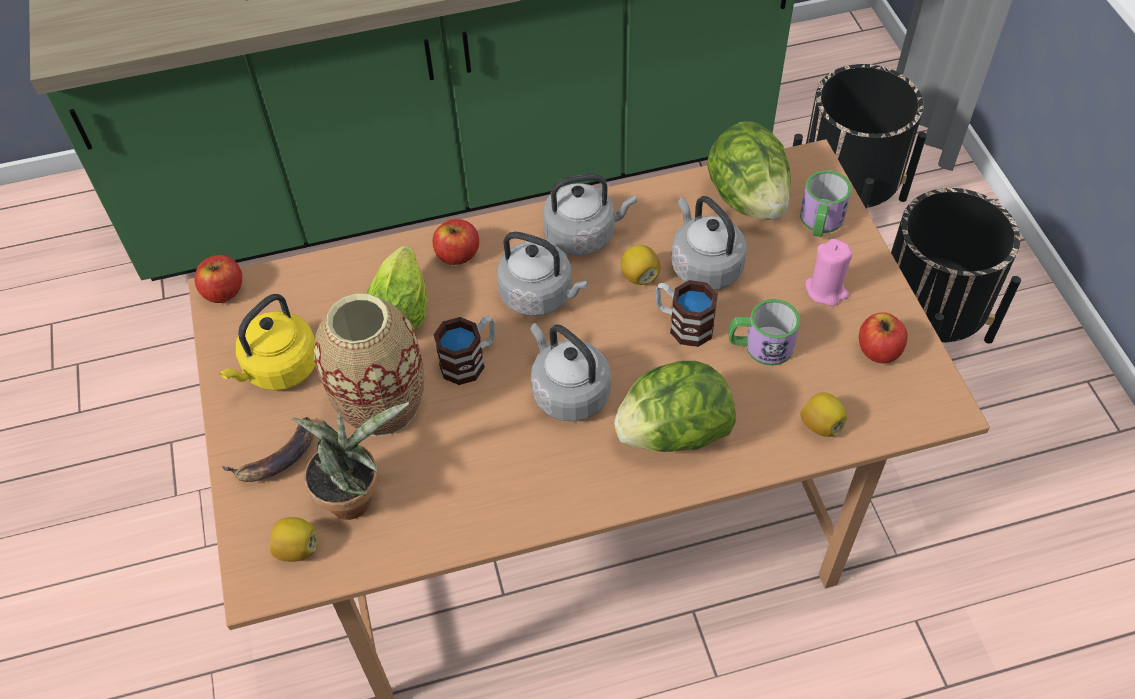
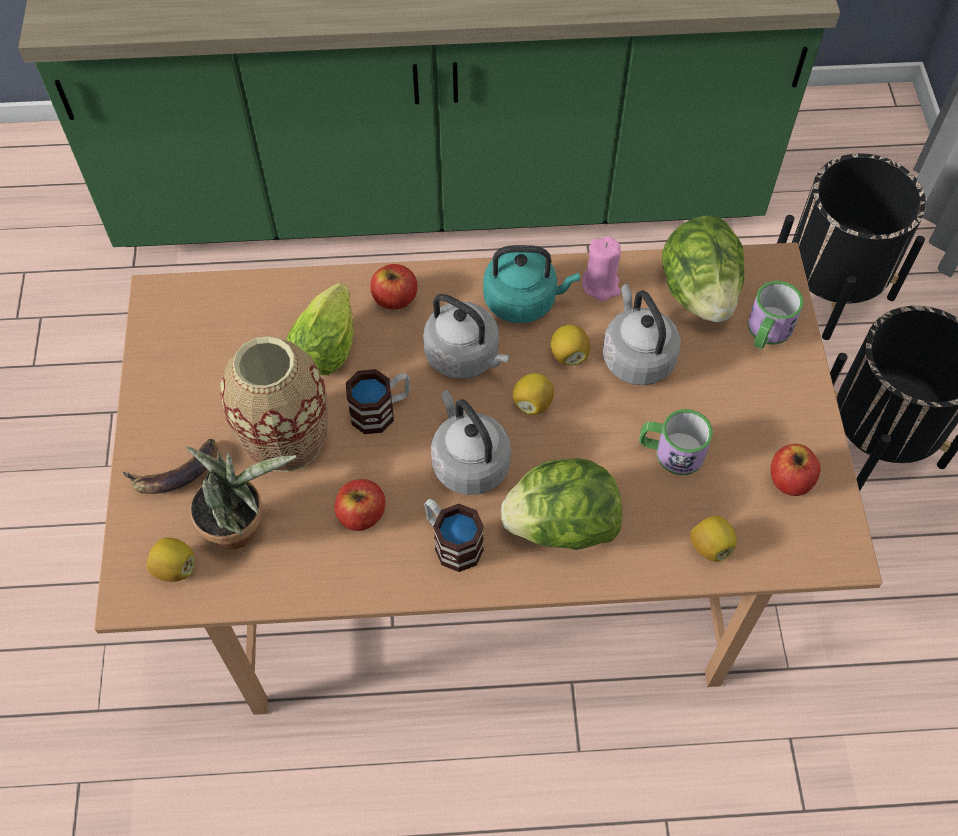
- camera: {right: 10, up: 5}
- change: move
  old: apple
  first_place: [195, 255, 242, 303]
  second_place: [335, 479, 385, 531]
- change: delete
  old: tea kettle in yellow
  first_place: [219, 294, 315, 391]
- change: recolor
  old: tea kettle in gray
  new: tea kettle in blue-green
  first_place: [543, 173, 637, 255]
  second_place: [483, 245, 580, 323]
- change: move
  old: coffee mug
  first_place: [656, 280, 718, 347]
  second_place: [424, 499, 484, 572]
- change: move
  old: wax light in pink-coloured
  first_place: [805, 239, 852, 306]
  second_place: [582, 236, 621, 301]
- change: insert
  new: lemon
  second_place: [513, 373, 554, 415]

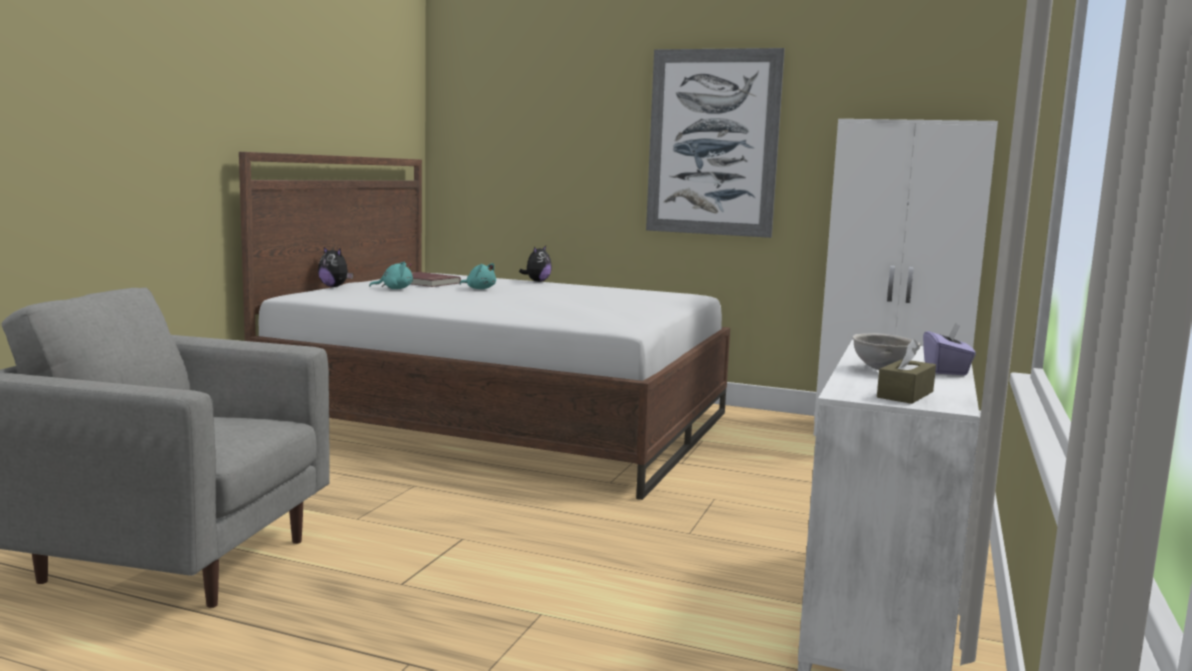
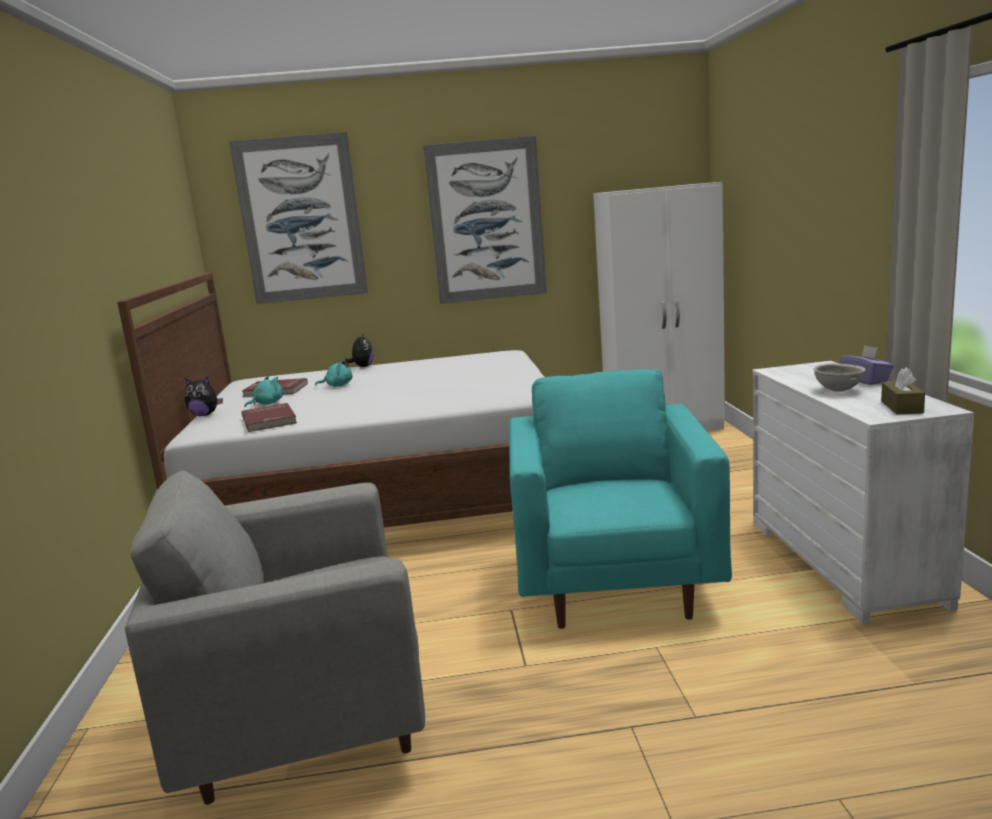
- camera: {right: -25, up: 5}
- change: insert
  new: wall art
  second_place: [229, 132, 368, 304]
- change: insert
  new: volume in red-coloured
  second_place: [241, 403, 297, 432]
- change: insert
  new: easy chair in blue-green
  second_place: [509, 369, 732, 629]

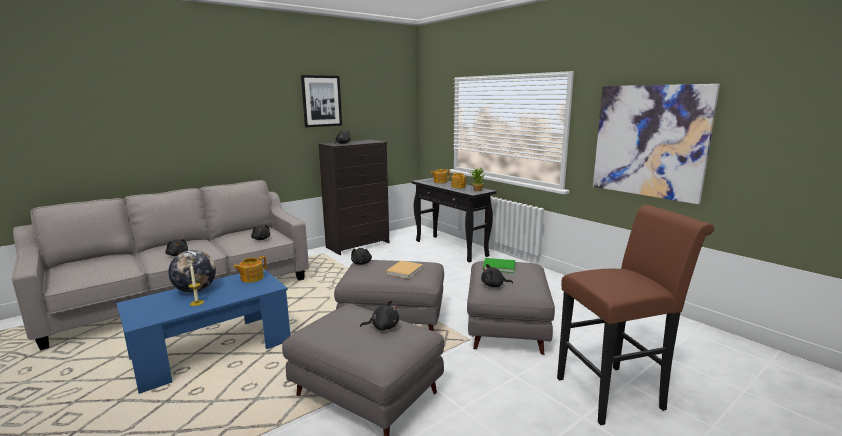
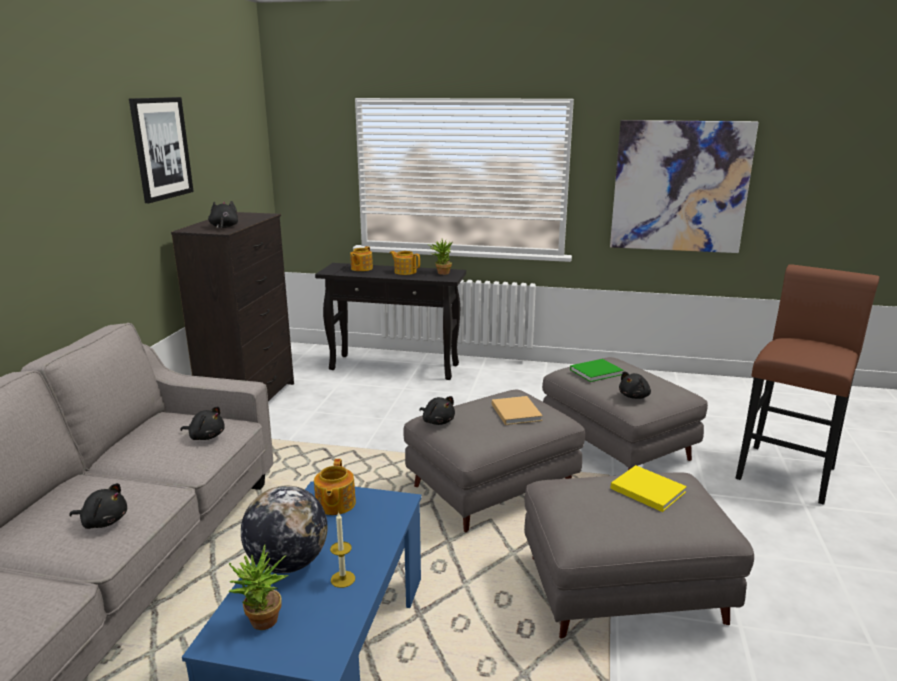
- camera: {right: -40, up: 5}
- change: replace
  old: plush toy in black-coloured
  new: volume in yellow
  first_place: [360, 300, 399, 331]
  second_place: [610, 465, 687, 512]
- change: insert
  new: plant in a pot
  second_place: [229, 545, 289, 630]

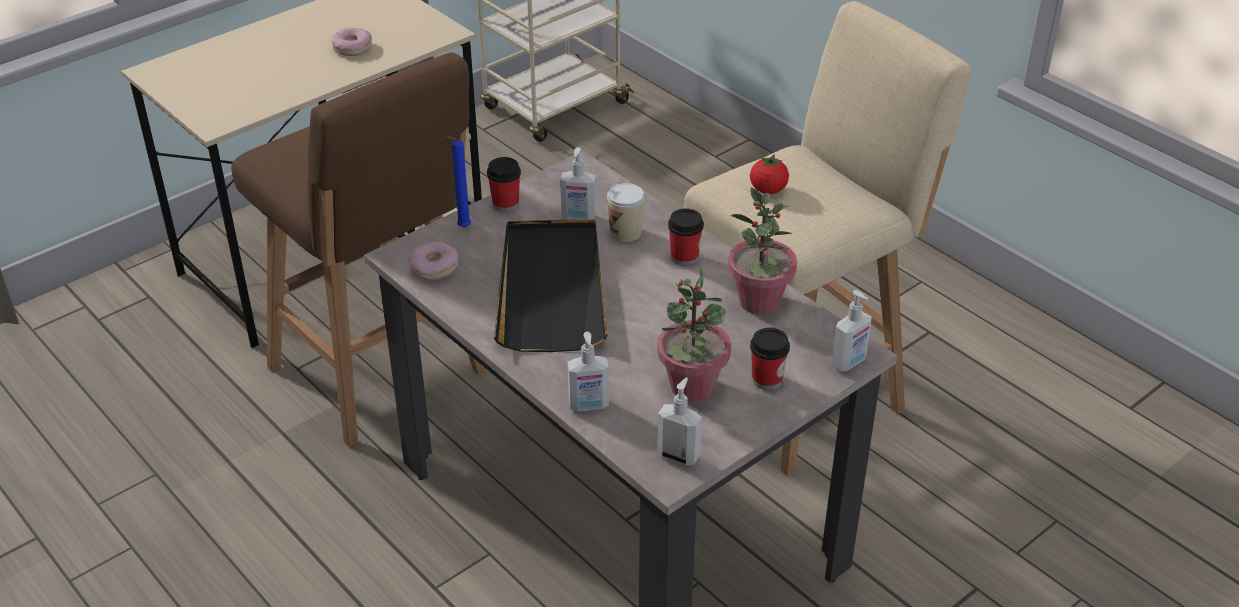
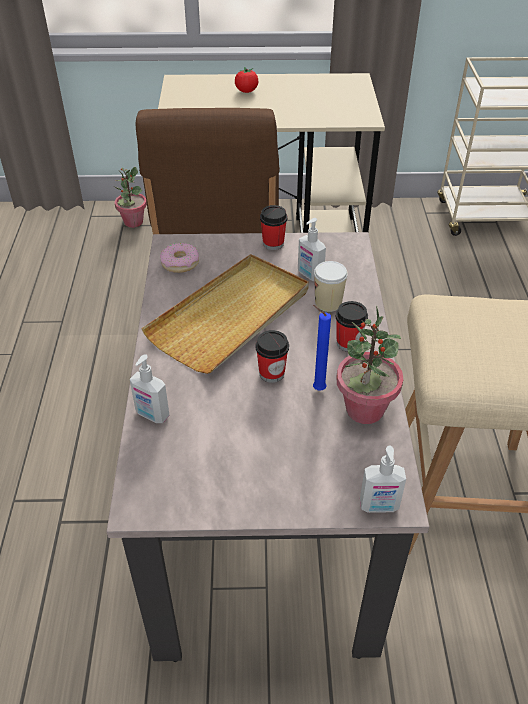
- camera: {right: 40, up: 5}
- change: delete
  old: doughnut
  first_place: [331, 28, 372, 56]
- change: move
  old: wax light in blue
  first_place: [445, 135, 471, 228]
  second_place: [313, 305, 331, 390]
- change: recolor
  old: serving tray in black-coloured
  new: serving tray in beige
  first_place: [494, 220, 608, 352]
  second_place: [141, 254, 309, 374]
- change: move
  old: plant in a pot
  first_place: [657, 266, 731, 402]
  second_place: [114, 167, 147, 228]
- change: delete
  old: soap dispenser
  first_place: [657, 377, 702, 465]
- change: move
  old: fresh tomato
  first_place: [750, 154, 789, 194]
  second_place: [235, 67, 258, 93]
- change: move
  old: drinking cup
  first_place: [750, 327, 790, 390]
  second_place: [255, 330, 289, 383]

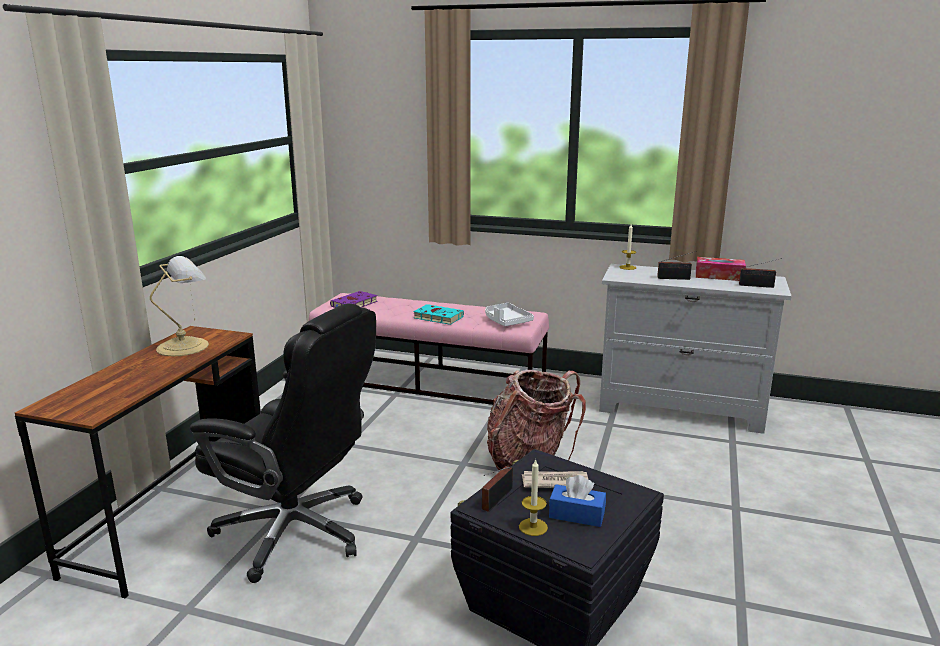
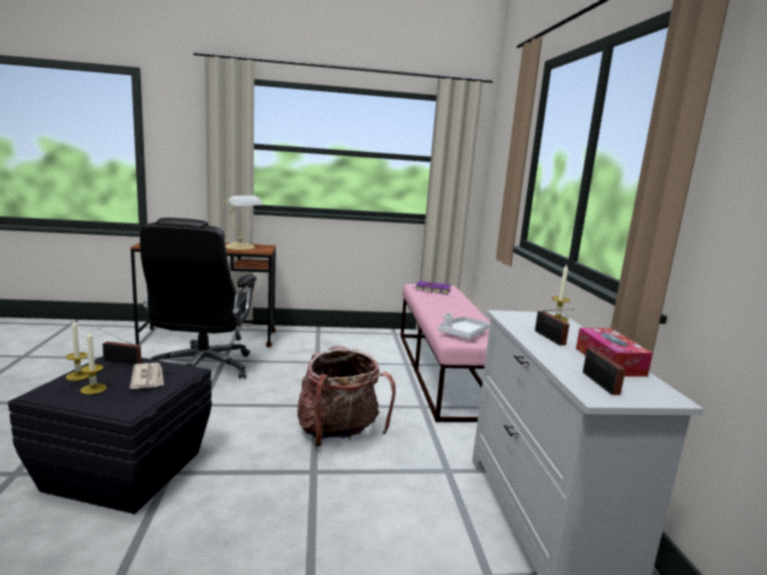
- camera: {right: 65, up: -5}
- change: delete
  old: volume in blue-green
  first_place: [413, 304, 464, 325]
- change: replace
  old: box of tissues in blue
  new: wax light
  first_place: [549, 475, 606, 527]
  second_place: [80, 331, 107, 395]

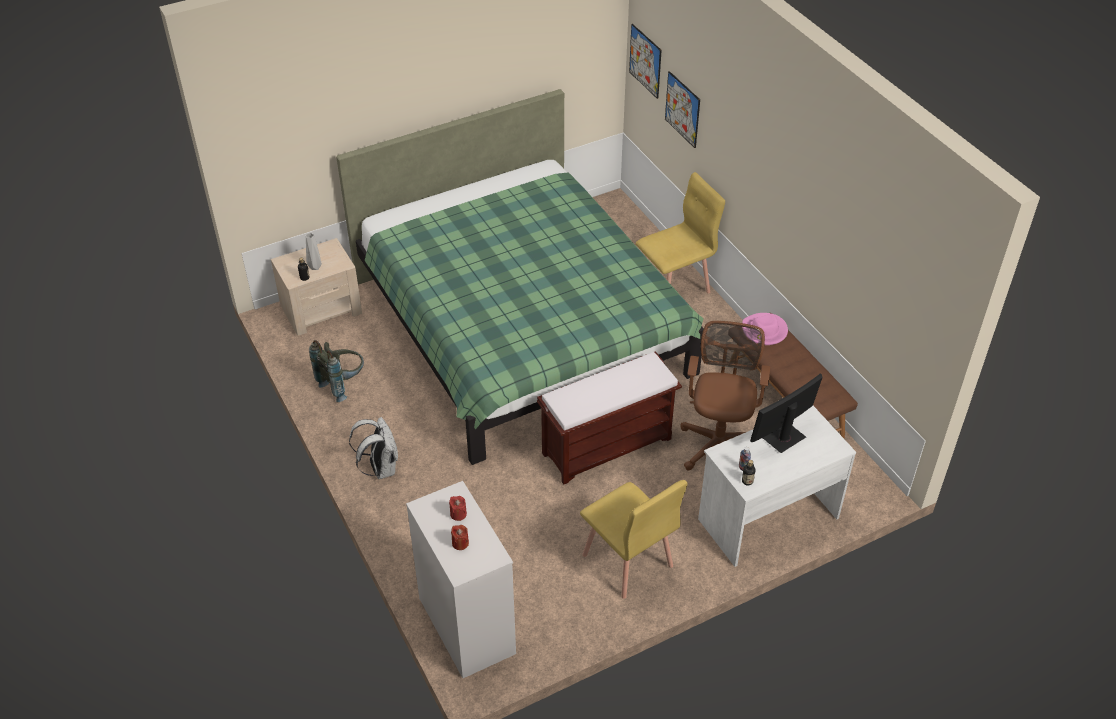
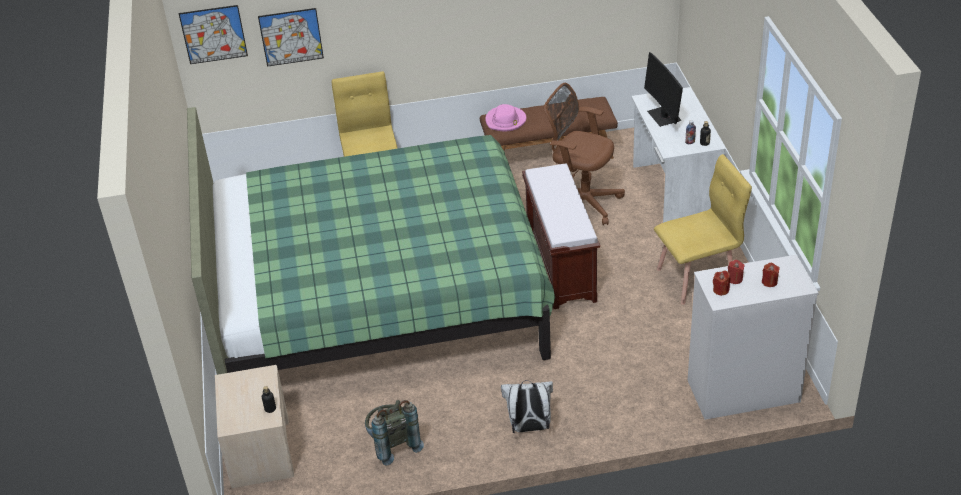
- camera: {right: -70, up: -5}
- change: delete
  old: flower vase in gray
  first_place: [306, 233, 322, 270]
- change: insert
  new: wax light in red-coloured
  second_place: [713, 271, 730, 296]

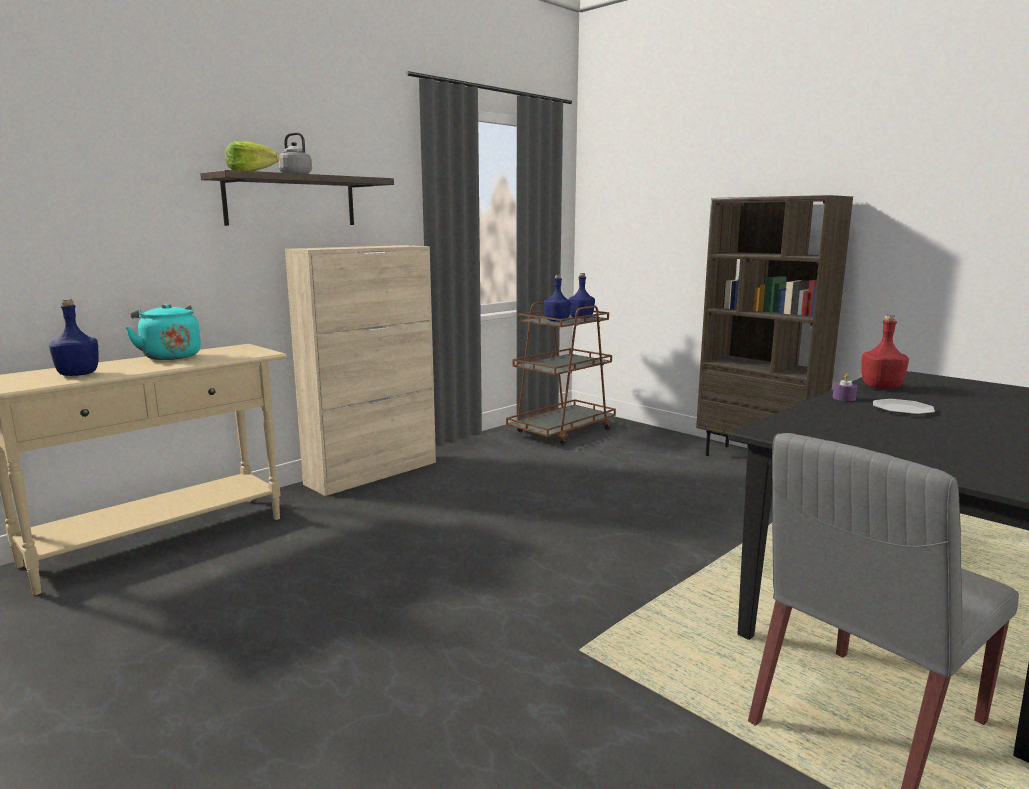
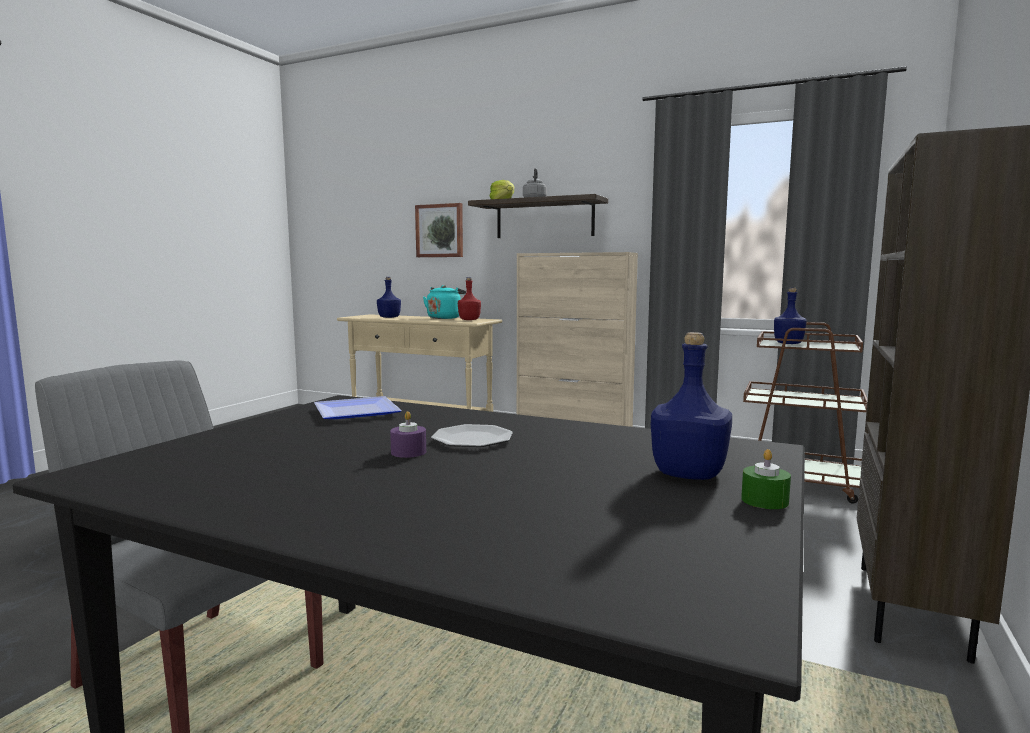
- camera: {right: 70, up: -5}
- change: move
  old: beverage bottle in blue
  first_place: [569, 273, 595, 318]
  second_place: [651, 332, 732, 480]
- change: move
  old: wax light in purple-coloured
  first_place: [832, 373, 857, 401]
  second_place: [390, 411, 426, 458]
- change: move
  old: beverage bottle in red-coloured
  first_place: [861, 315, 909, 389]
  second_place: [458, 277, 481, 320]
- change: insert
  new: dinner plate
  second_place: [314, 396, 402, 419]
- change: insert
  new: wall art
  second_place: [415, 203, 463, 257]
- change: insert
  new: wax light in greenish
  second_place: [741, 449, 791, 509]

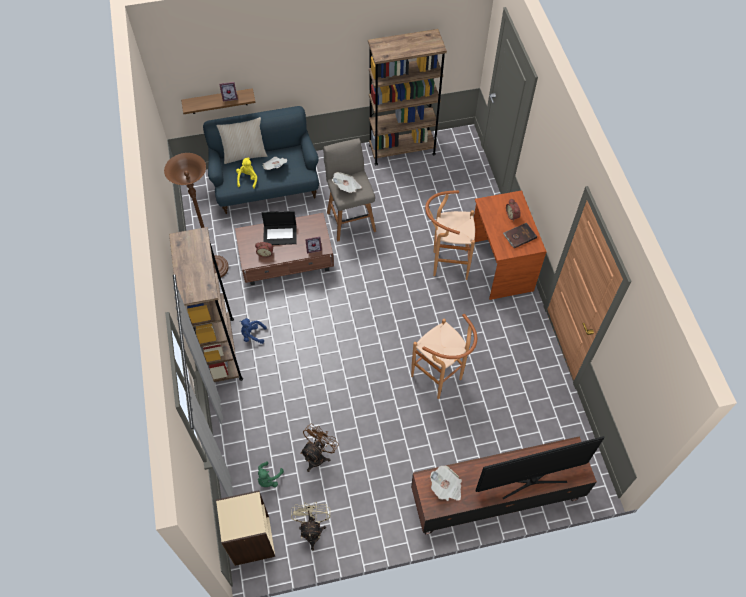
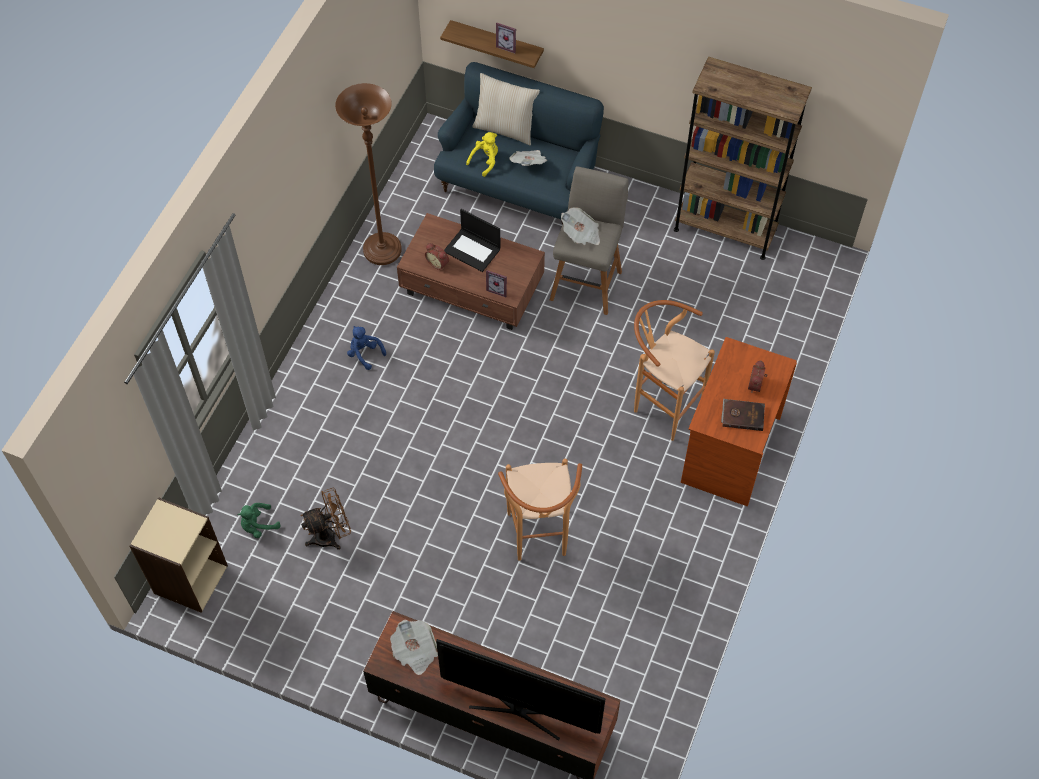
- camera: {right: 35, up: 0}
- change: delete
  old: bookshelf in brownish
  first_place: [169, 227, 243, 382]
- change: delete
  old: cooling fan in beige
  first_place: [291, 502, 330, 551]

